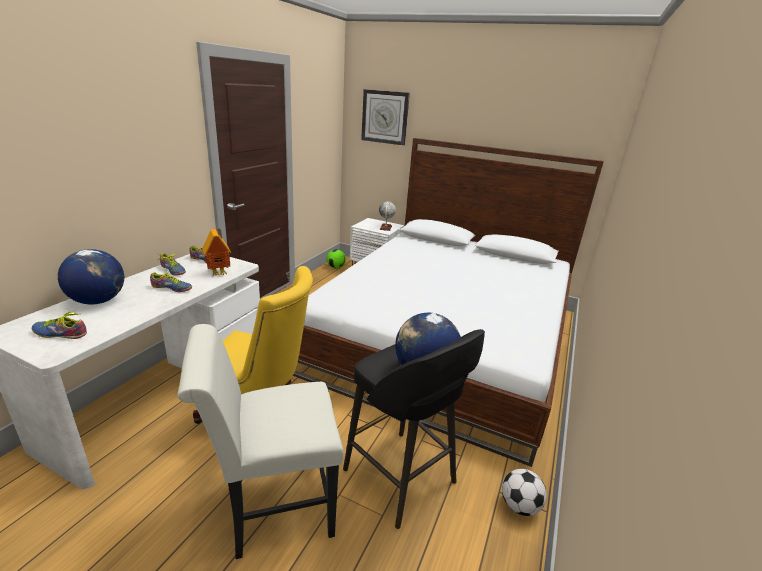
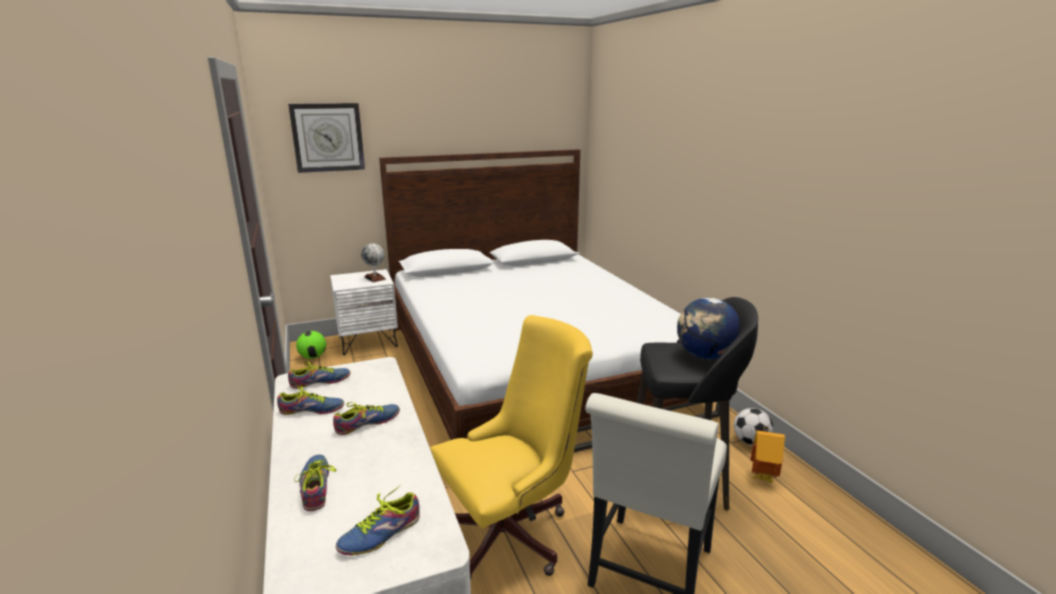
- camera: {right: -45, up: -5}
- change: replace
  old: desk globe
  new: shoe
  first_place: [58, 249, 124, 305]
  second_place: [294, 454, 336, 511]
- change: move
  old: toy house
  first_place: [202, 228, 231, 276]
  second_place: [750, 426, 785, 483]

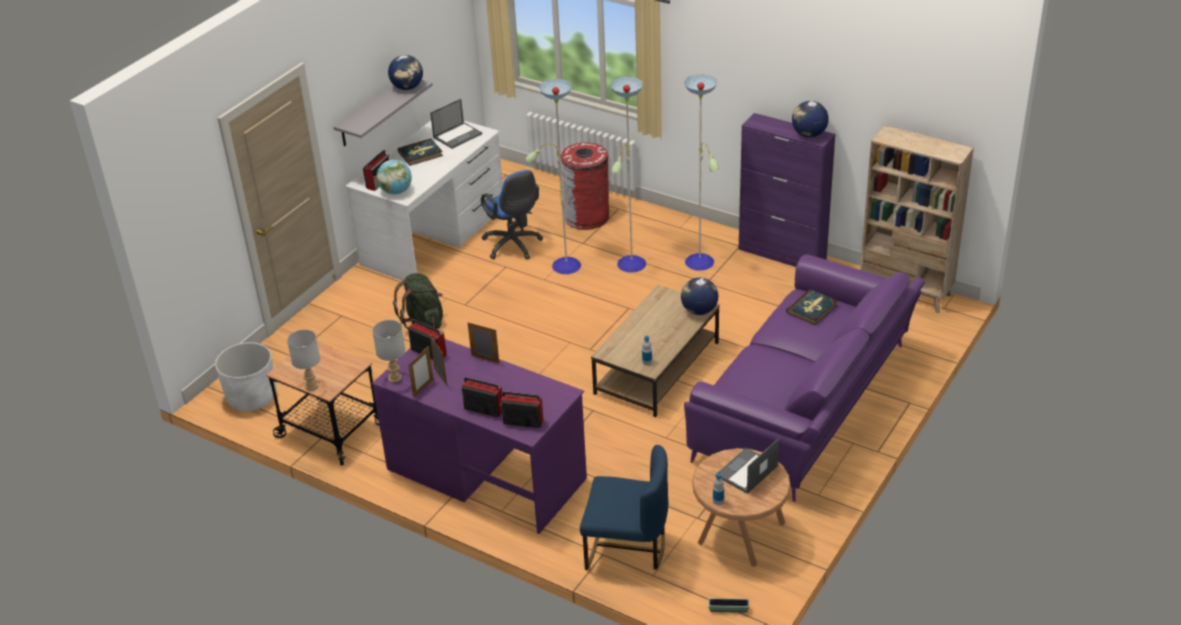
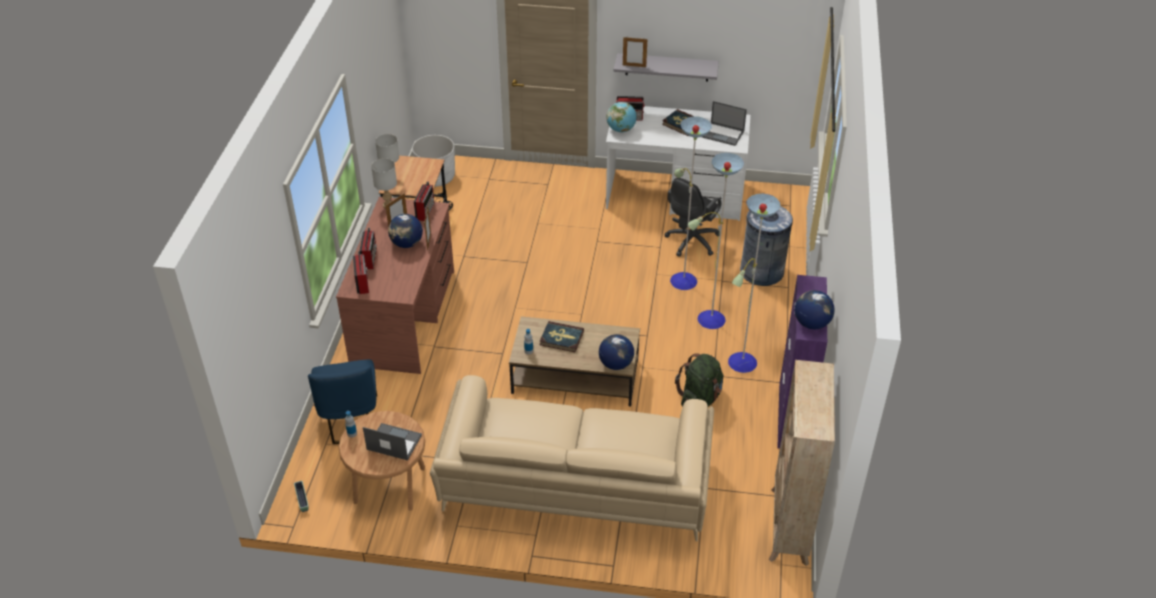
- camera: {right: 65, up: 5}
- change: recolor
  old: desk table in purple-coloured
  new: desk table in brownish
  first_place: [372, 339, 587, 534]
  second_place: [336, 197, 454, 374]
- change: move
  old: desk globe
  first_place: [388, 55, 423, 90]
  second_place: [388, 214, 423, 248]
- change: move
  old: knapsack in greenish
  first_place: [393, 273, 443, 329]
  second_place: [675, 353, 724, 407]
- change: move
  old: picture frame
  first_place: [408, 346, 434, 398]
  second_place: [623, 37, 647, 67]
- change: recolor
  old: computer chair in blue
  new: computer chair in black-coloured
  first_place: [481, 170, 543, 260]
  second_place: [664, 178, 721, 257]
- change: recolor
  old: rubbish bin in red-coloured
  new: rubbish bin in gray
  first_place: [561, 143, 609, 230]
  second_place: [740, 207, 793, 286]
- change: recolor
  old: sofa in purple-coloured
  new: sofa in beige
  first_place: [684, 254, 924, 502]
  second_place: [430, 375, 714, 542]
- change: move
  old: volume
  first_place: [786, 289, 838, 325]
  second_place: [540, 321, 584, 352]

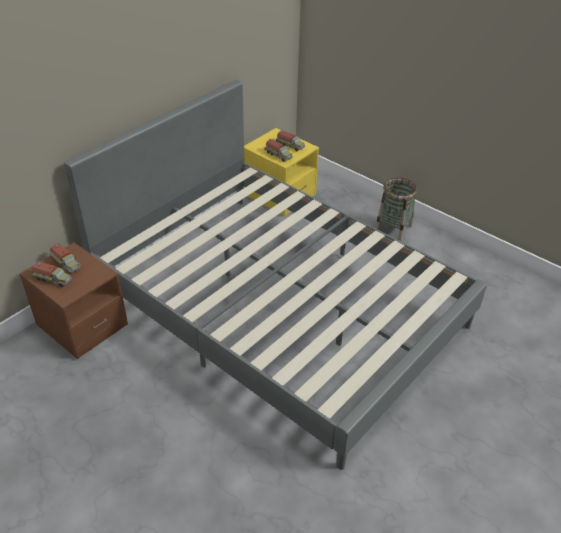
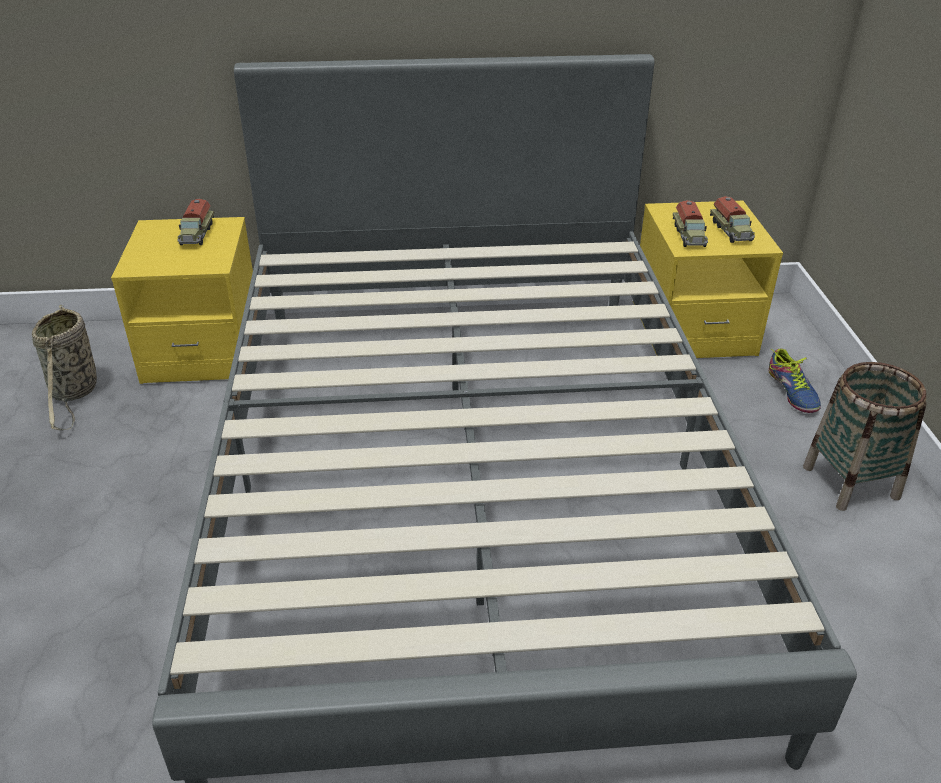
- camera: {right: 45, up: -5}
- change: recolor
  old: bedside table in brownish
  new: bedside table in yellow
  first_place: [19, 243, 128, 359]
  second_place: [111, 217, 253, 384]
- change: delete
  old: model truck
  first_place: [32, 261, 72, 287]
- change: insert
  new: storage basket
  second_place: [32, 305, 97, 430]
- change: insert
  new: shoe
  second_place: [768, 348, 821, 413]

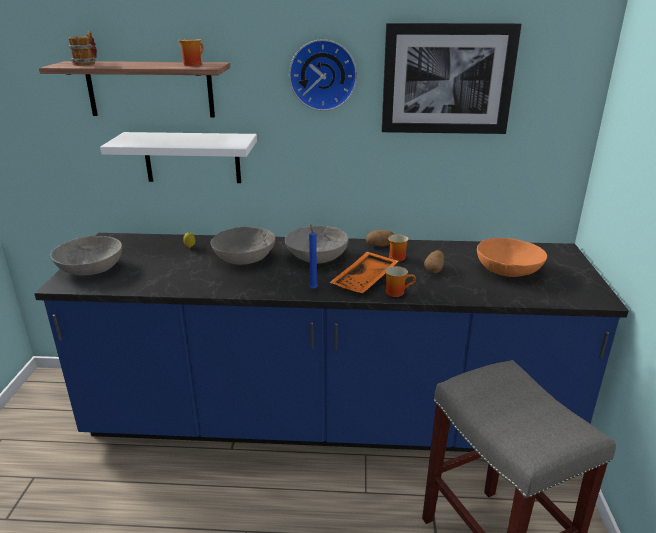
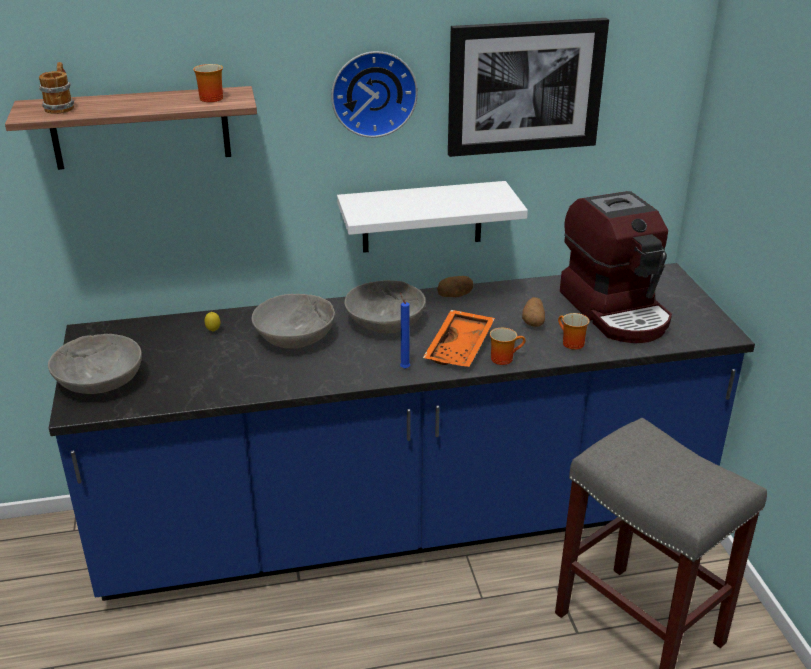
- camera: {right: -15, up: 5}
- change: move
  old: wall shelf in white-coloured
  first_place: [100, 132, 257, 183]
  second_place: [337, 181, 528, 253]
- change: move
  old: coffee mug
  first_place: [388, 234, 409, 262]
  second_place: [558, 313, 589, 350]
- change: replace
  old: bowl in orange
  new: coffee machine
  first_place: [477, 238, 547, 277]
  second_place: [560, 191, 672, 343]

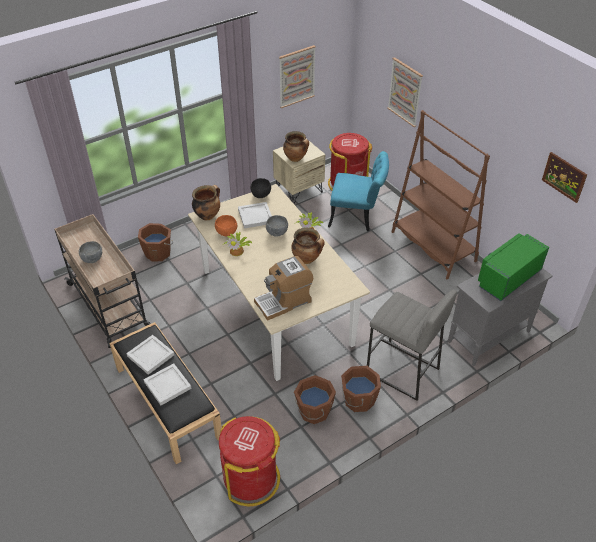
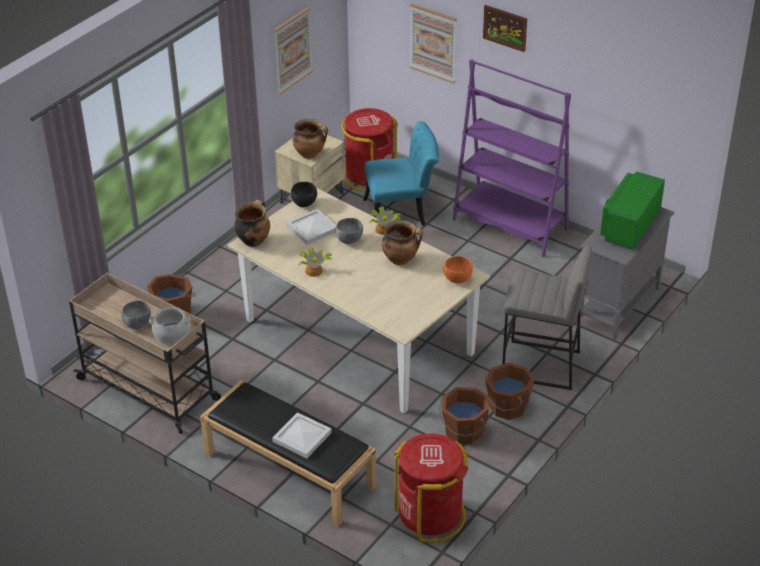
- camera: {right: -20, up: -5}
- change: delete
  old: serving tray in white-coloured
  first_place: [126, 335, 174, 375]
- change: move
  old: bowl in orange
  first_place: [215, 215, 237, 236]
  second_place: [443, 256, 473, 283]
- change: delete
  old: coffee machine
  first_place: [254, 256, 313, 321]
- change: recolor
  old: bookshelf in brownish
  new: bookshelf in purple-coloured
  first_place: [392, 110, 490, 279]
  second_place: [453, 59, 571, 257]
- change: move
  old: wall art
  first_place: [542, 152, 587, 203]
  second_place: [483, 5, 527, 52]
- change: insert
  new: cooking pot
  second_place: [149, 307, 190, 344]

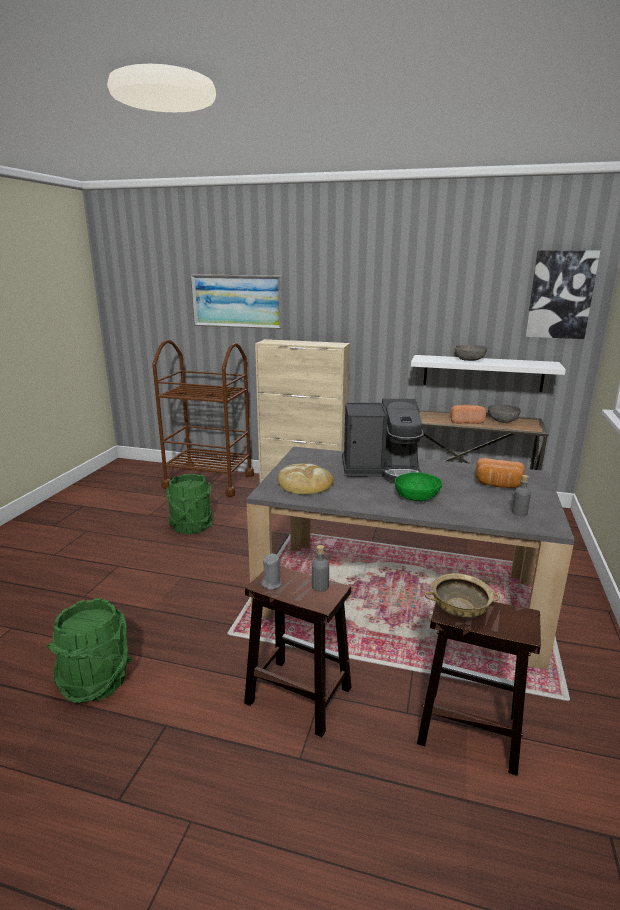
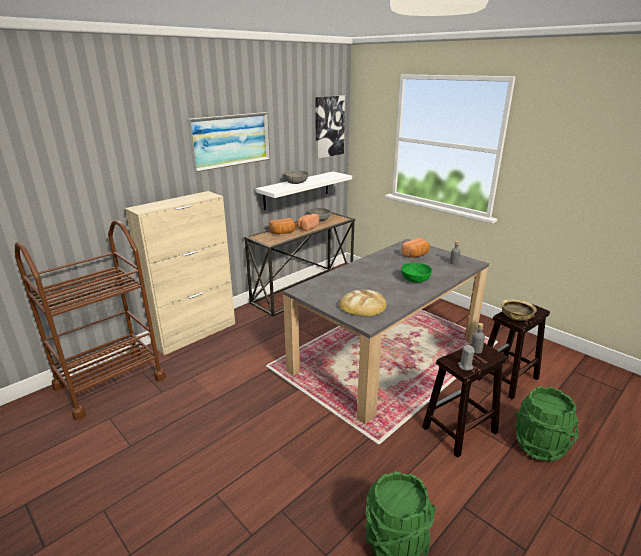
- camera: {right: -60, up: 5}
- change: move
  old: bucket in greenish
  first_place: [165, 474, 213, 535]
  second_place: [515, 386, 579, 462]
- change: move
  old: wall art
  first_place: [190, 274, 282, 329]
  second_place: [187, 112, 270, 172]
- change: delete
  old: coffee machine
  first_place: [342, 399, 424, 484]
- change: insert
  new: bread
  second_place: [269, 218, 295, 234]

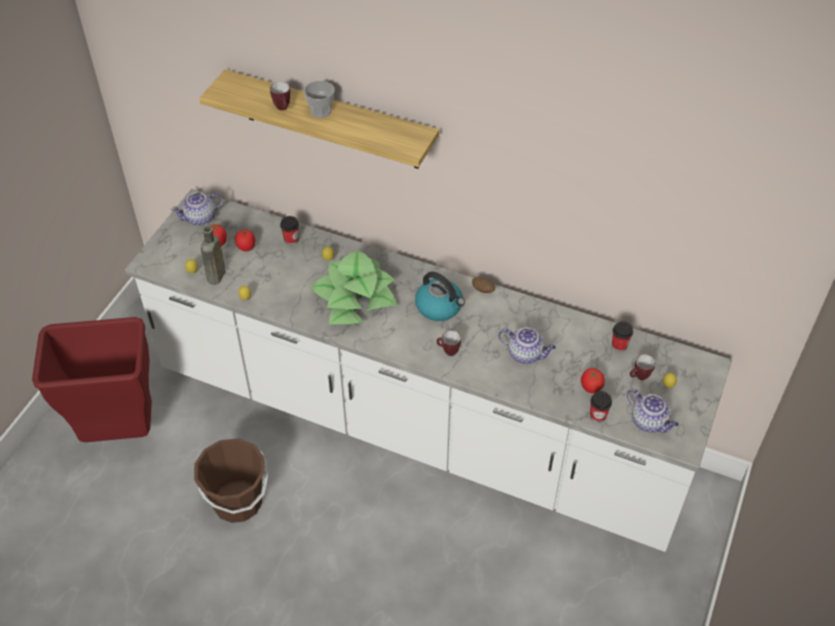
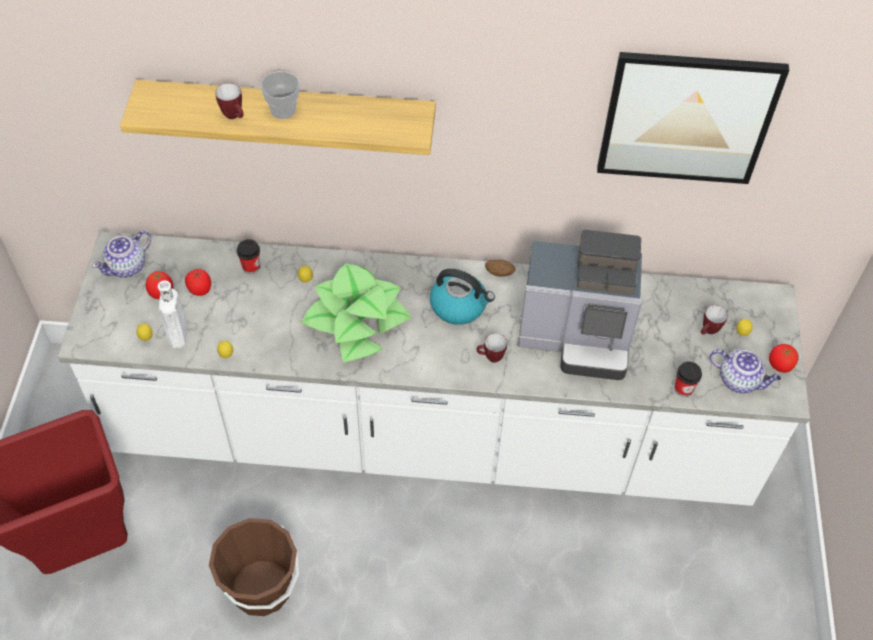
- camera: {right: -20, up: 5}
- change: recolor
  old: beverage bottle in brownish
  new: beverage bottle in white-coloured
  first_place: [201, 226, 226, 285]
  second_place: [158, 280, 187, 348]
- change: replace
  old: pot for tea
  new: coffee machine
  first_place: [498, 327, 556, 364]
  second_place: [518, 230, 642, 380]
- change: move
  old: fresh tomato
  first_place: [581, 368, 605, 393]
  second_place: [769, 344, 799, 373]
- change: delete
  old: drinking cup
  first_place: [612, 321, 633, 352]
- change: insert
  new: wall art
  second_place: [597, 52, 789, 184]

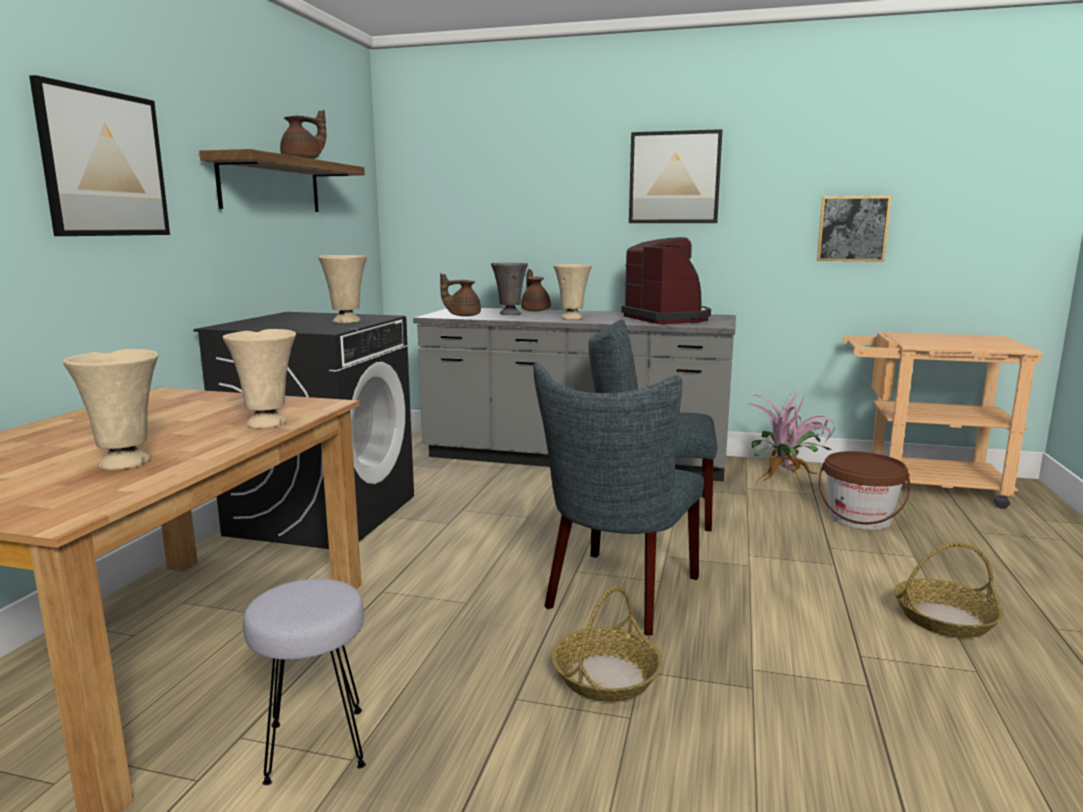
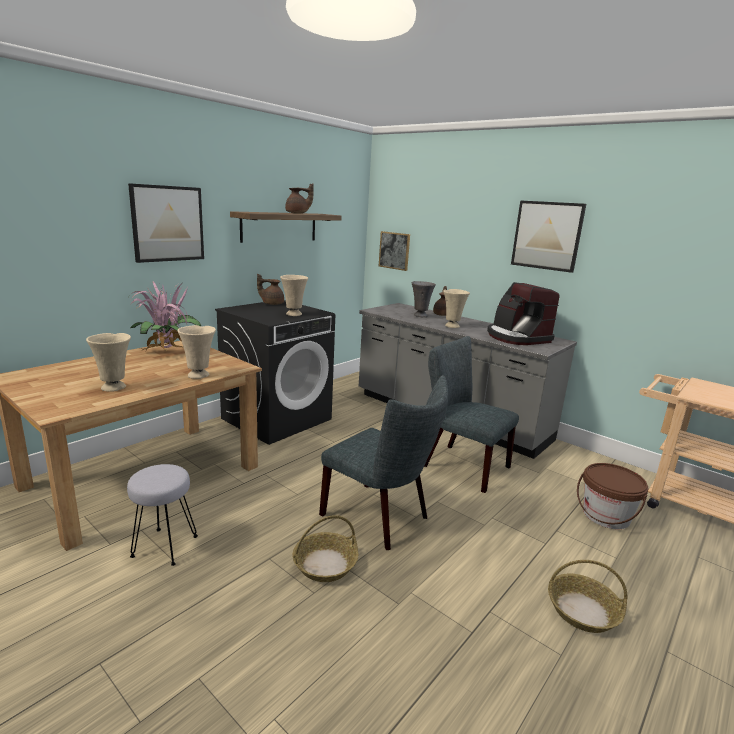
- camera: {right: 25, up: 5}
- change: move
  old: pot for tea in brownish
  first_place: [440, 273, 481, 316]
  second_place: [257, 274, 284, 305]
- change: rotate
  old: chair in gray
  first_place: [534, 363, 704, 636]
  second_place: [319, 375, 448, 550]
  degrees: -105
- change: rotate
  old: coffee machine
  first_place: [621, 237, 711, 324]
  second_place: [487, 282, 559, 345]
  degrees: 150
- change: move
  old: plant in a pot
  first_place: [749, 392, 835, 482]
  second_place: [130, 281, 201, 353]
- change: move
  old: wall art
  first_place: [817, 196, 891, 262]
  second_place: [379, 231, 410, 271]

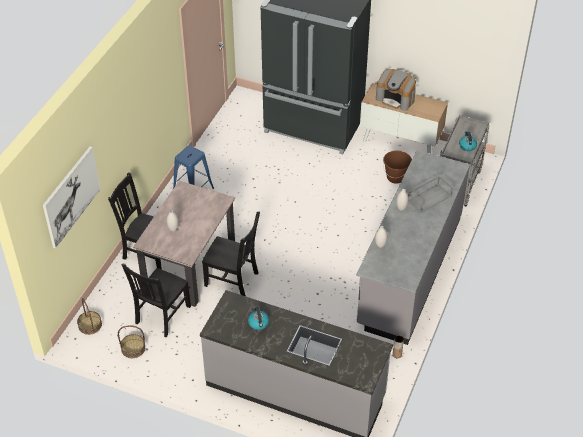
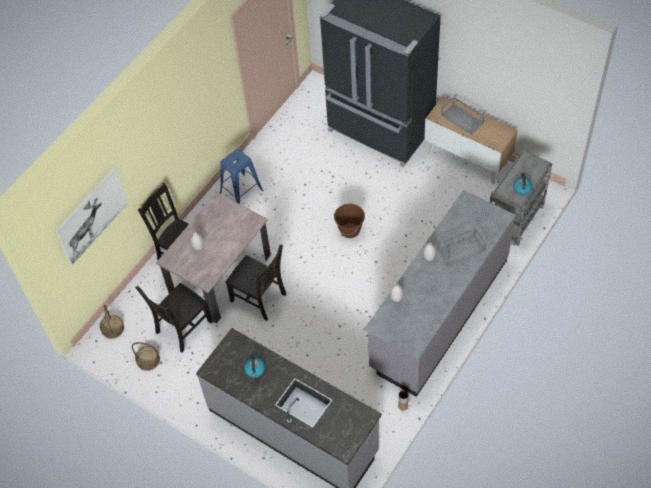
- camera: {right: 15, up: 10}
- change: replace
  old: coffee machine
  new: serving tray in gray
  first_place: [376, 69, 416, 111]
  second_place: [441, 97, 484, 135]
- change: move
  old: bucket in brownish
  first_place: [383, 150, 412, 184]
  second_place: [334, 204, 365, 238]

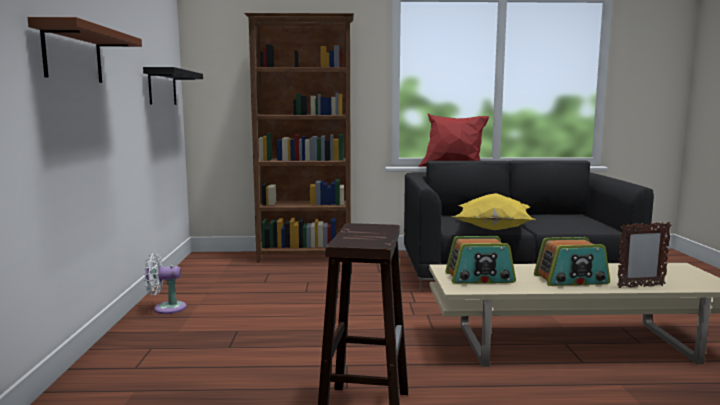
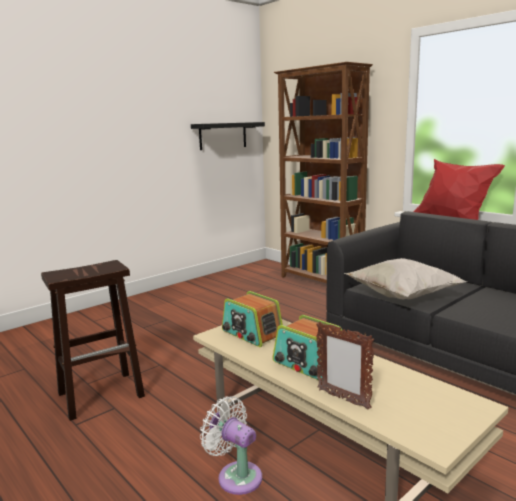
- camera: {right: 50, up: 5}
- change: delete
  old: wall shelf in brownish
  first_place: [28, 17, 142, 83]
- change: move
  old: cooling fan in white-coloured
  first_place: [144, 253, 186, 314]
  second_place: [200, 396, 262, 495]
- change: recolor
  old: cushion in yellow
  new: cushion in white-coloured
  first_place: [452, 193, 536, 230]
  second_place: [344, 258, 467, 300]

